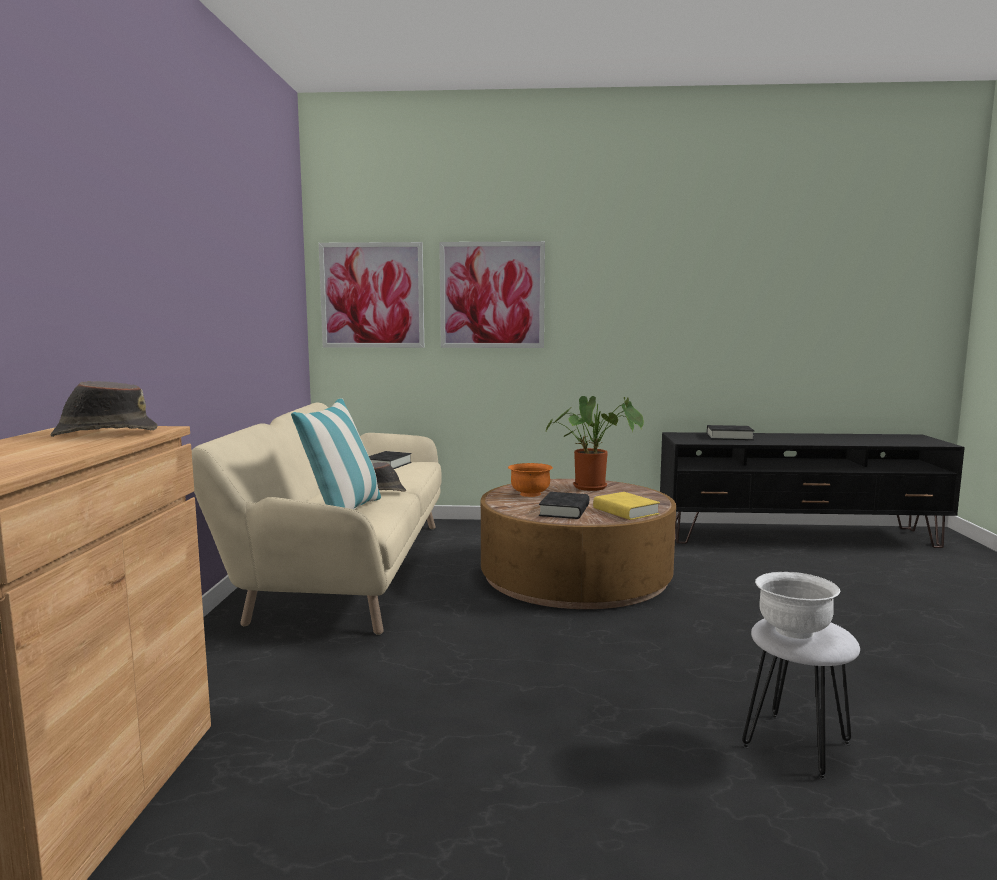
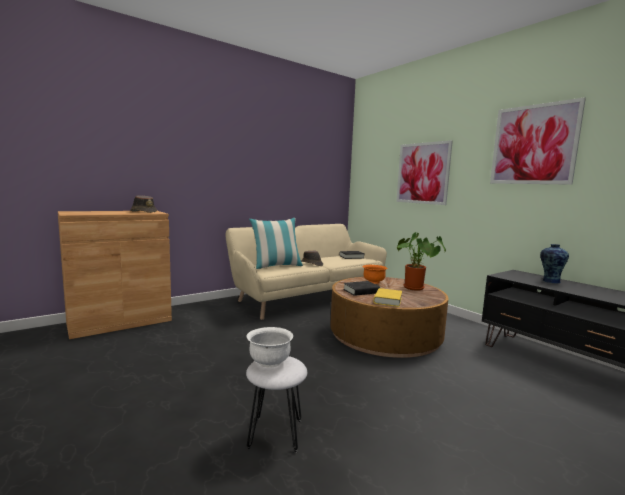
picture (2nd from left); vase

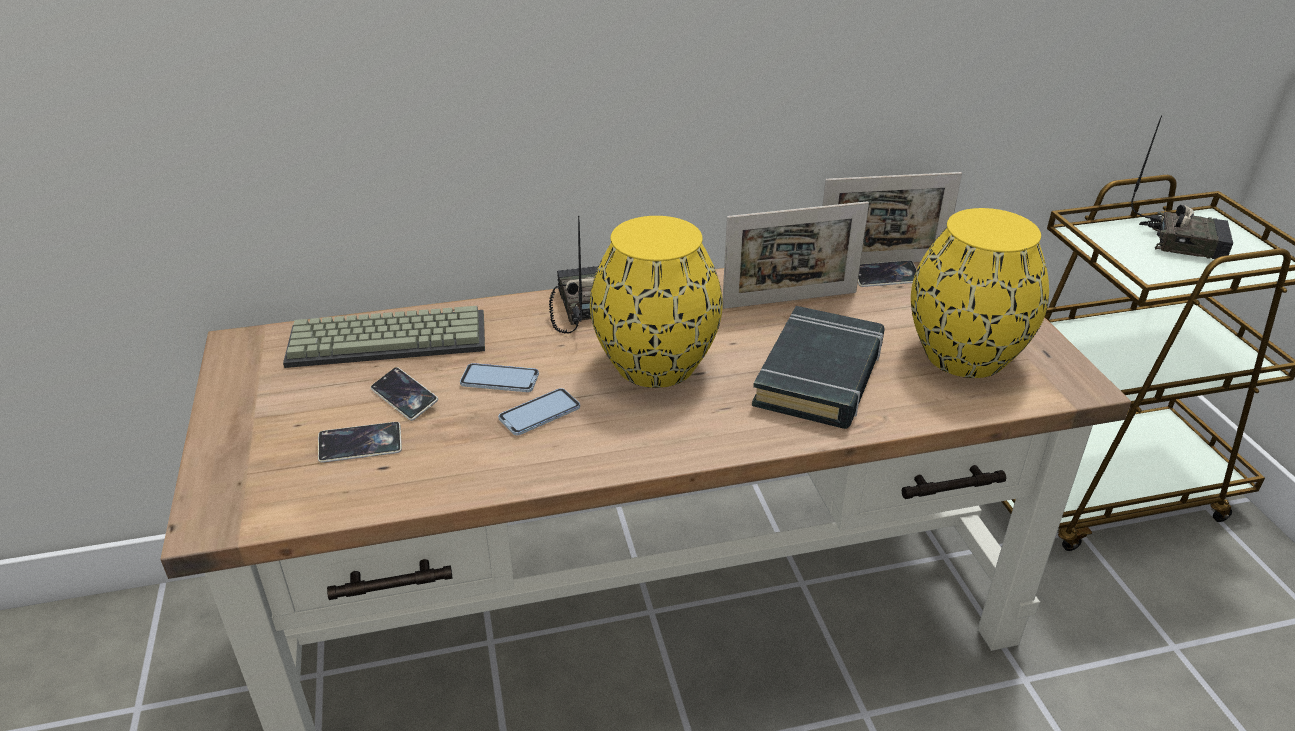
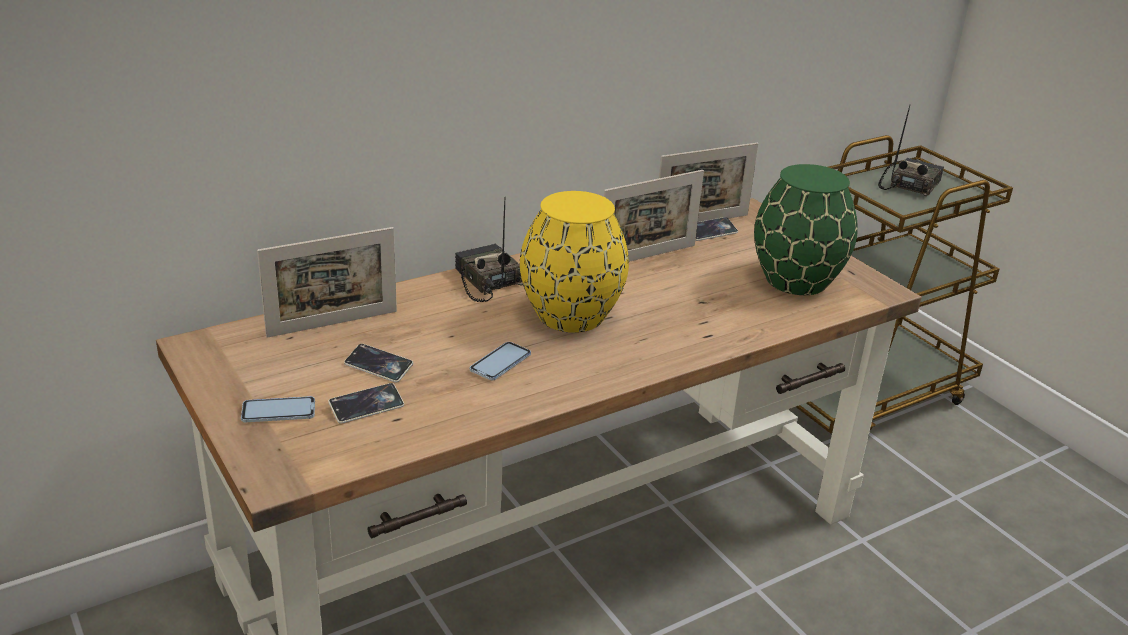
phone (1st from left); picture frame (1st from left); vase in green; radio (2nd from left); book in black

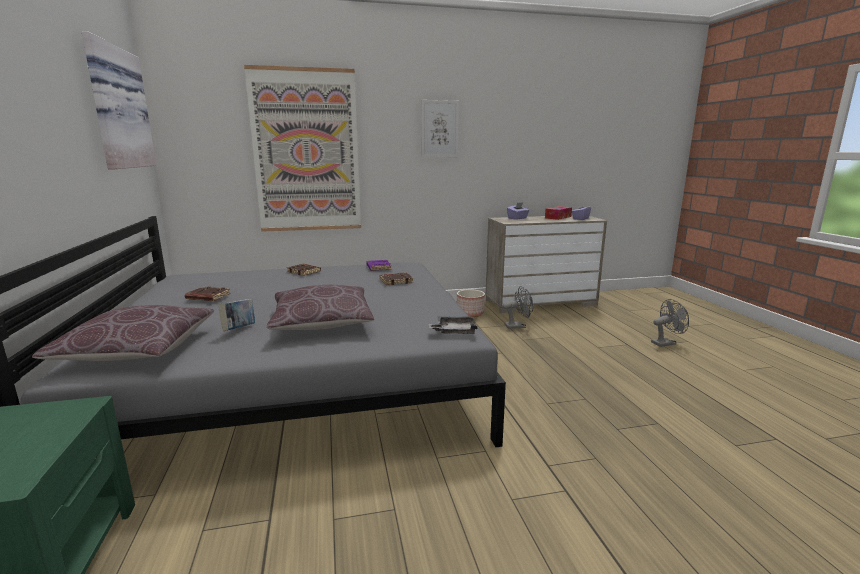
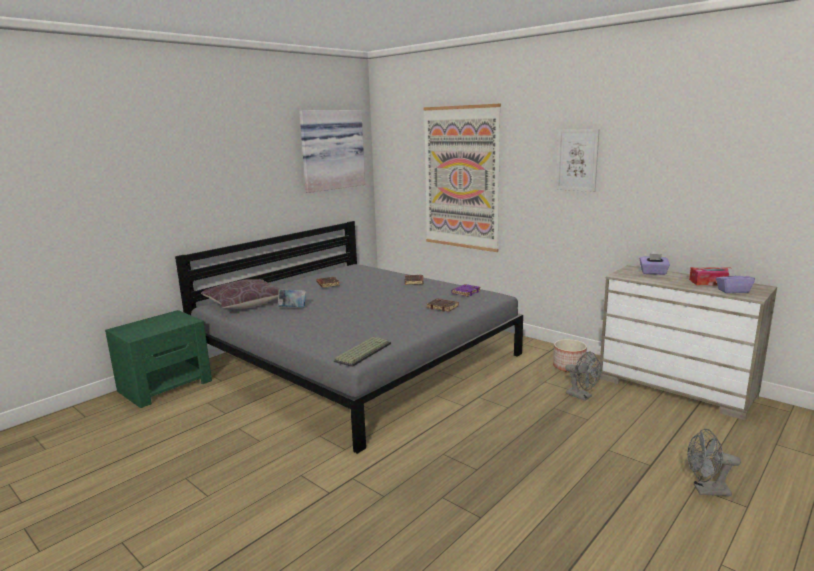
keyboard; fan in grey (2nd from left); pillow in brown (2nd from left in the first image)

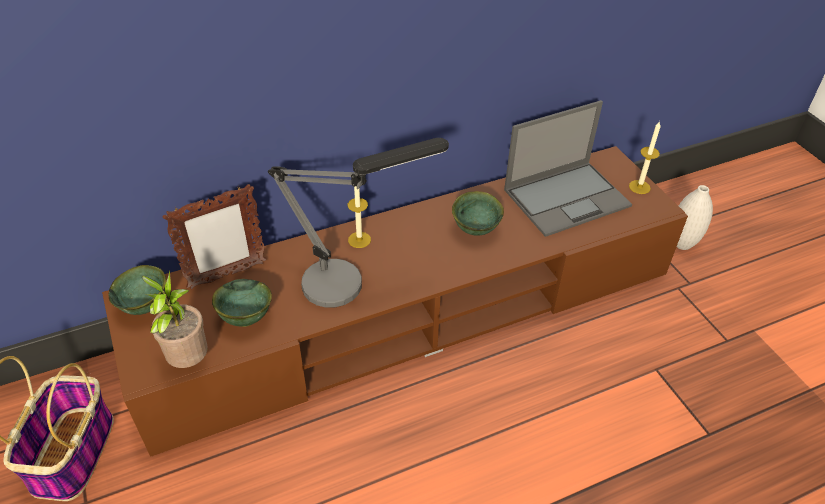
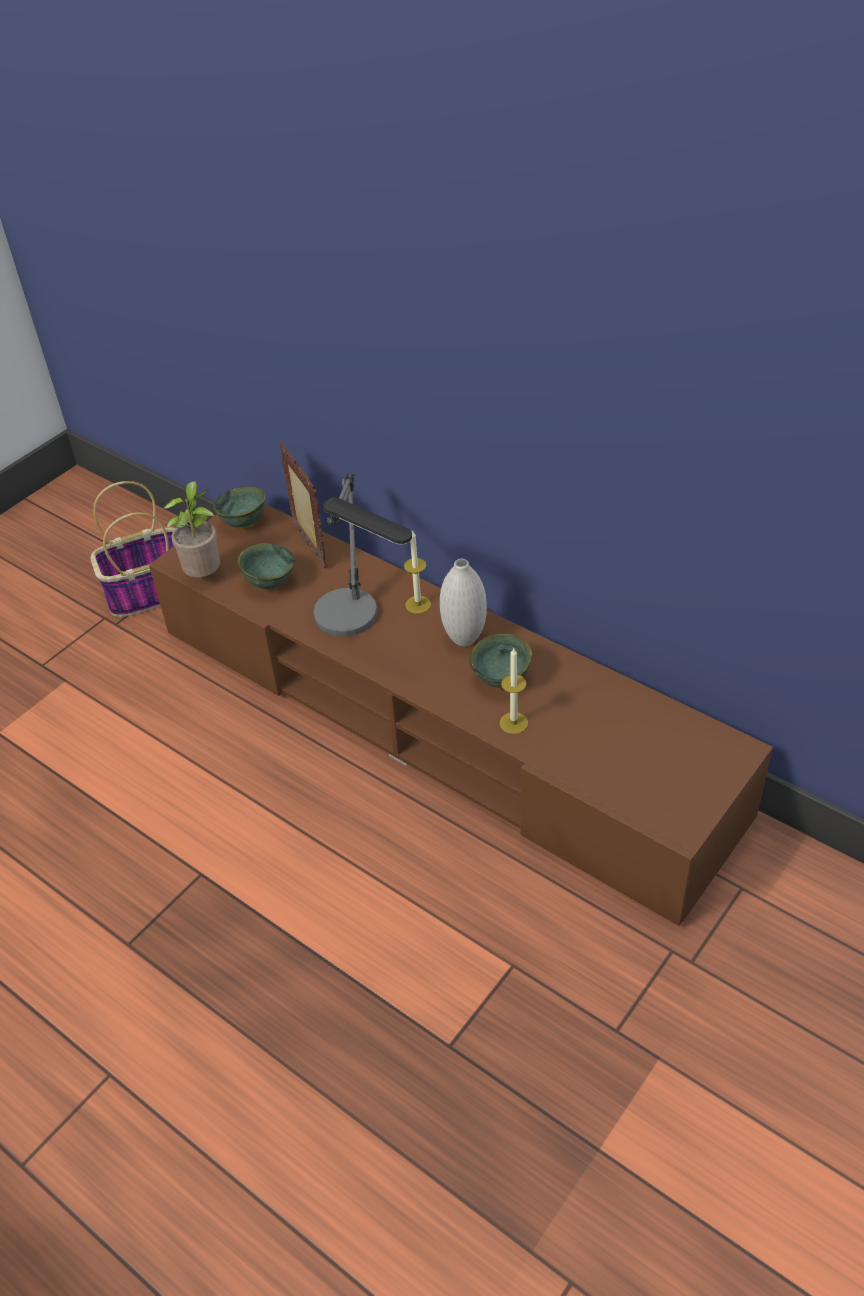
picture frame; vase in white; candle (2nd from left); laptop

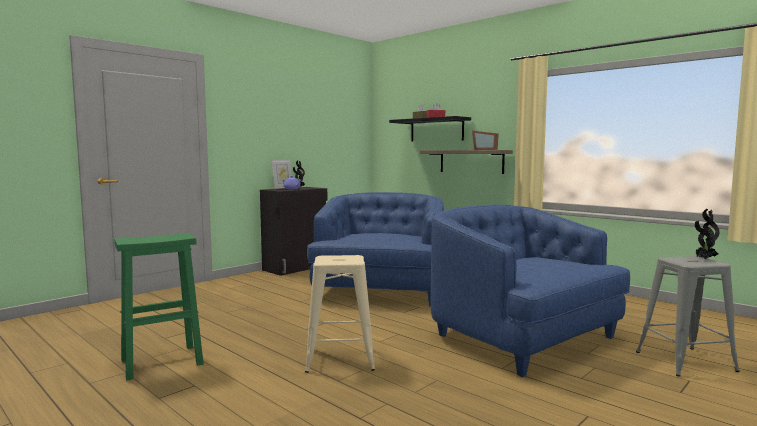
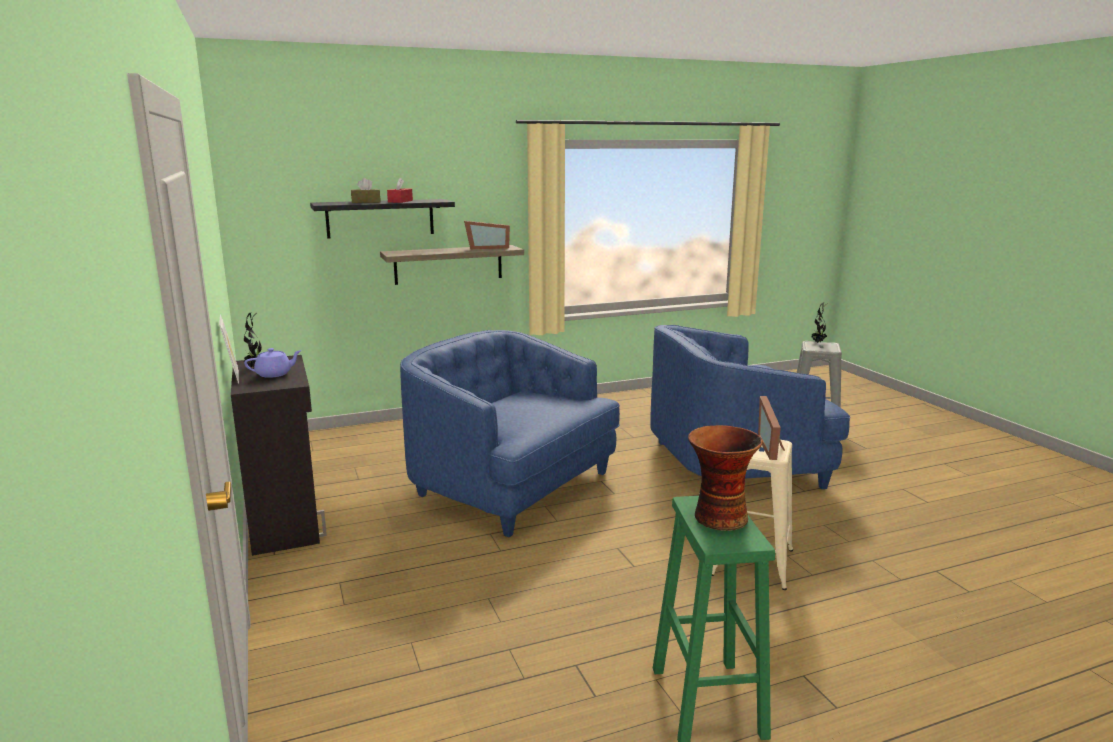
vase; picture frame (3rd from left)

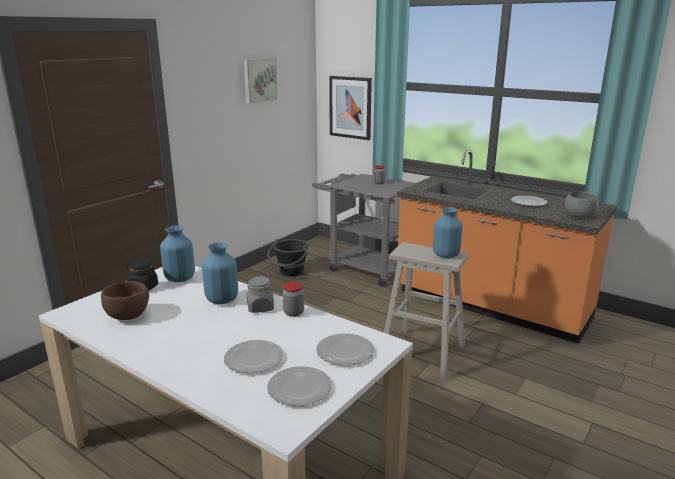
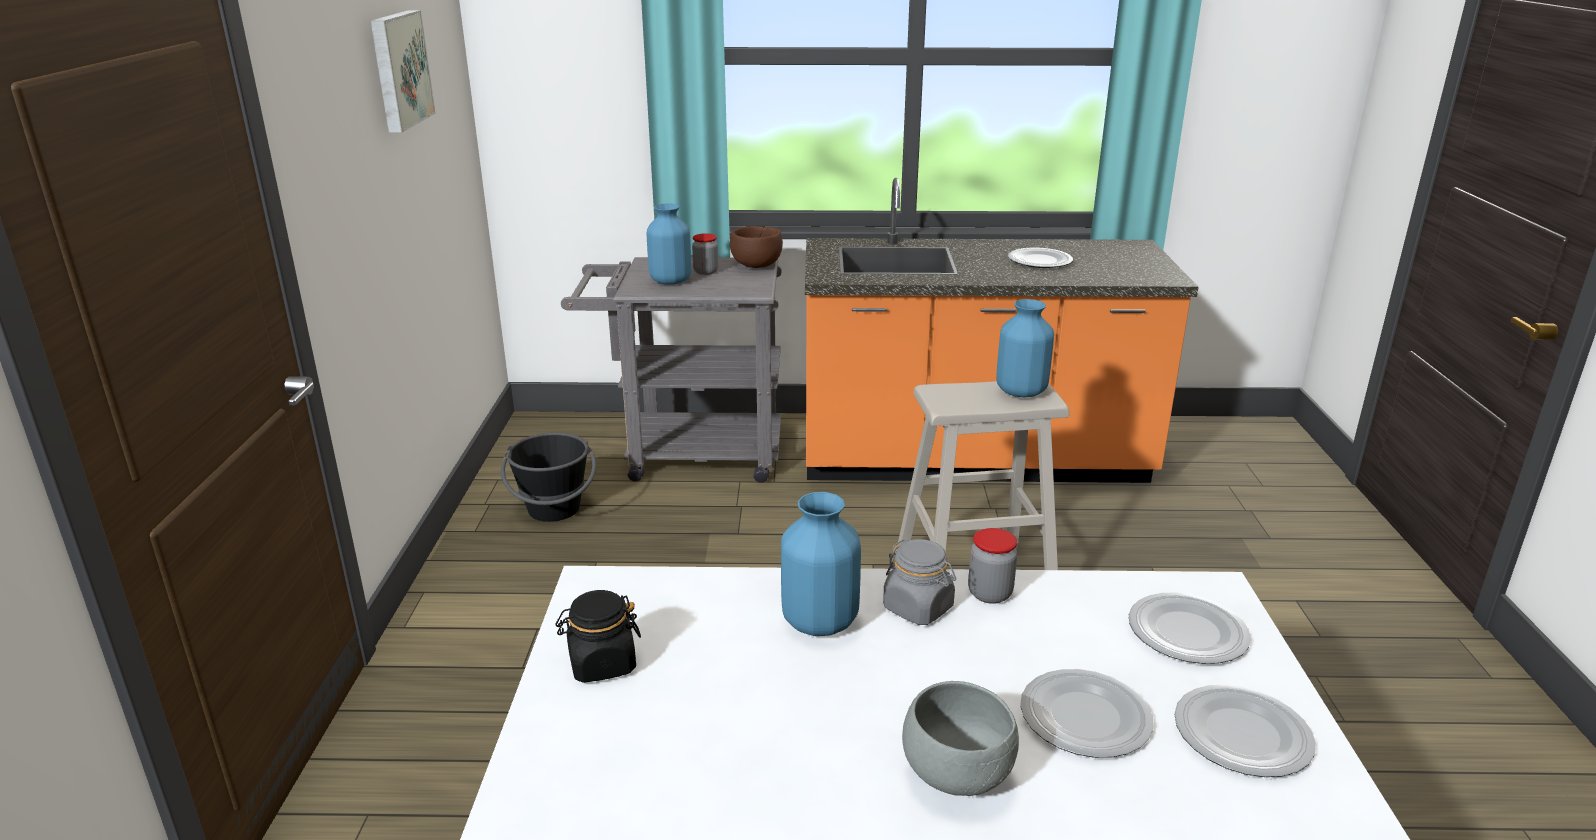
vase in blue (1st from left); bowl in brown; bowl in grey; picture (2nd from left in the first image)

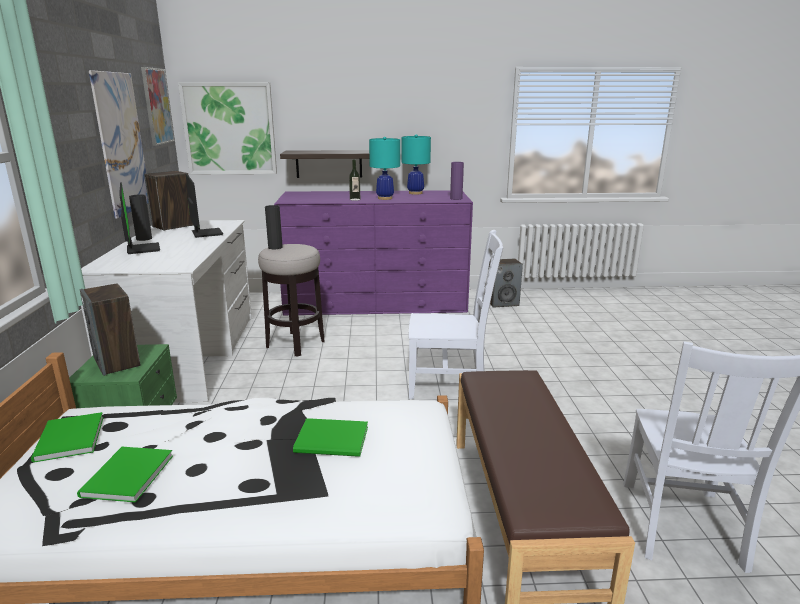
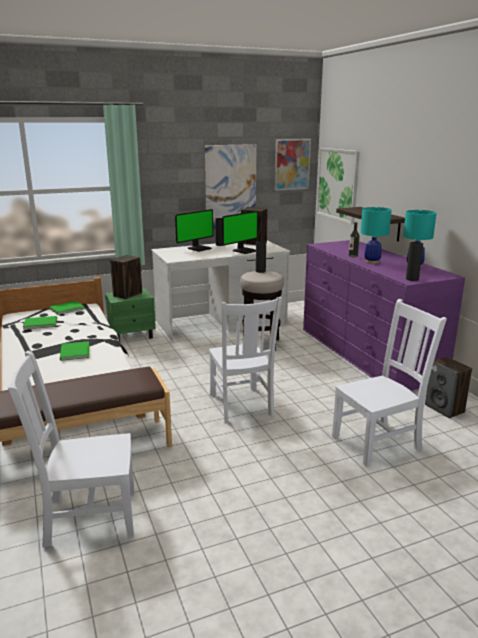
chair in white (3rd from left); vase in black (3rd from left)

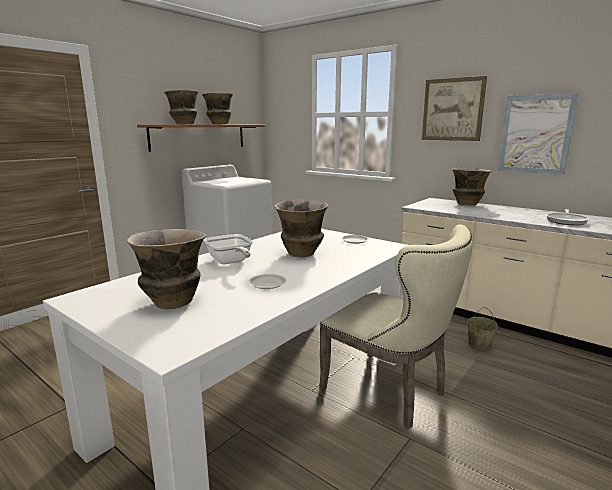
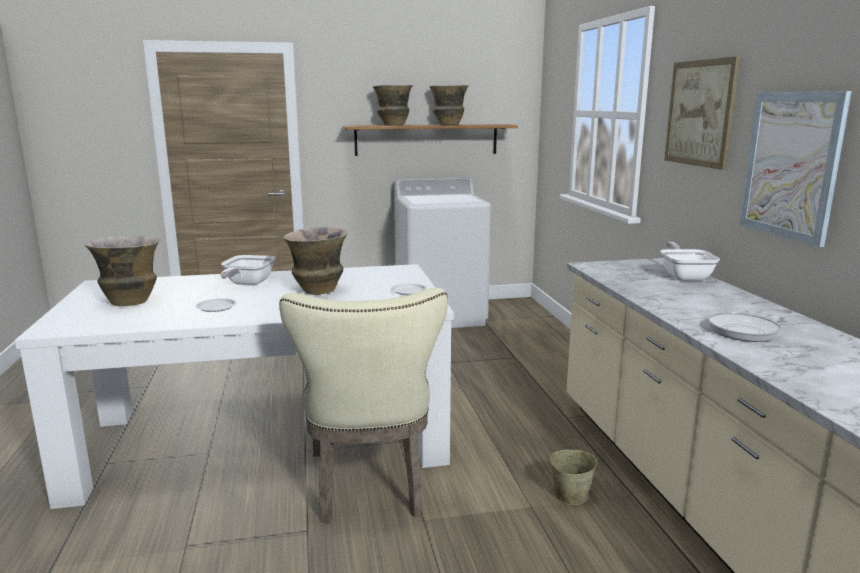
frying pan (2nd from left)

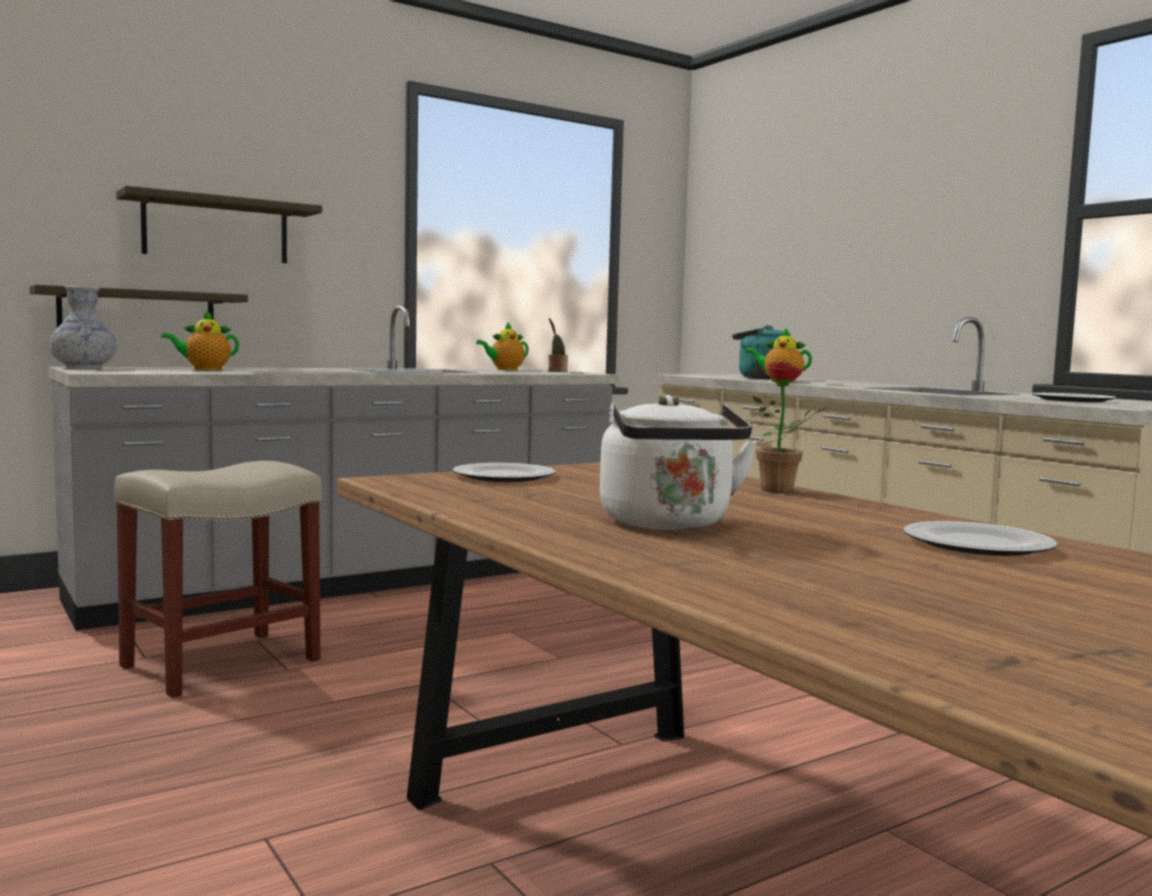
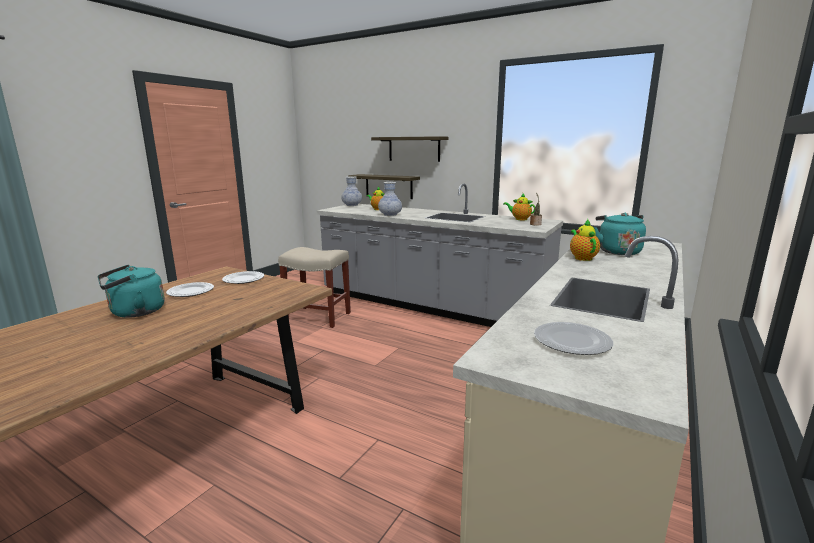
kettle in turquoise (1st from left); plate (1st from left); vase (2nd from left); potted plant (2nd from left in the first image)

